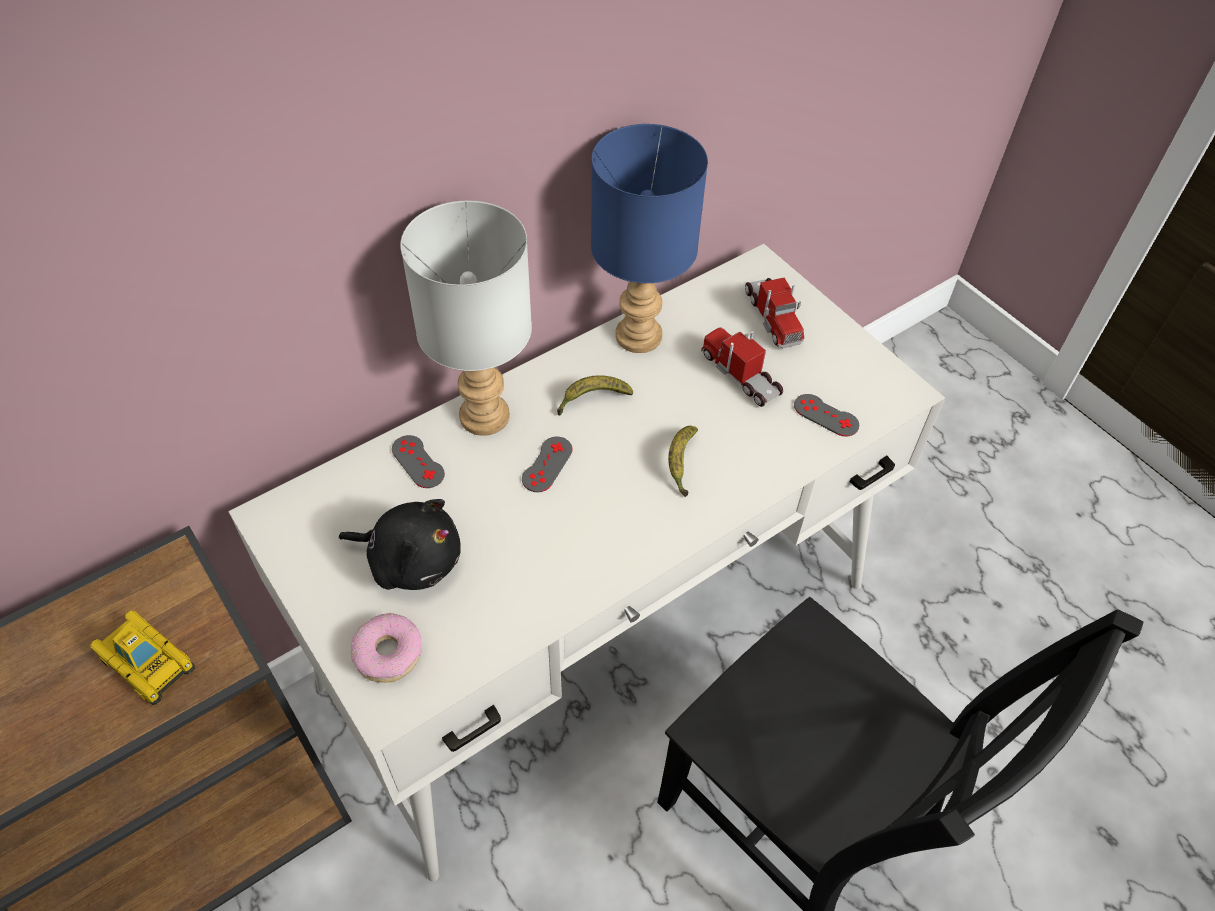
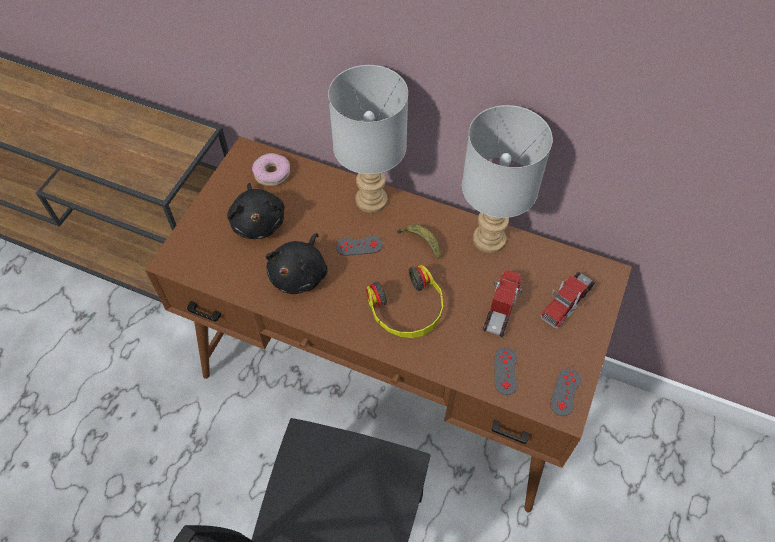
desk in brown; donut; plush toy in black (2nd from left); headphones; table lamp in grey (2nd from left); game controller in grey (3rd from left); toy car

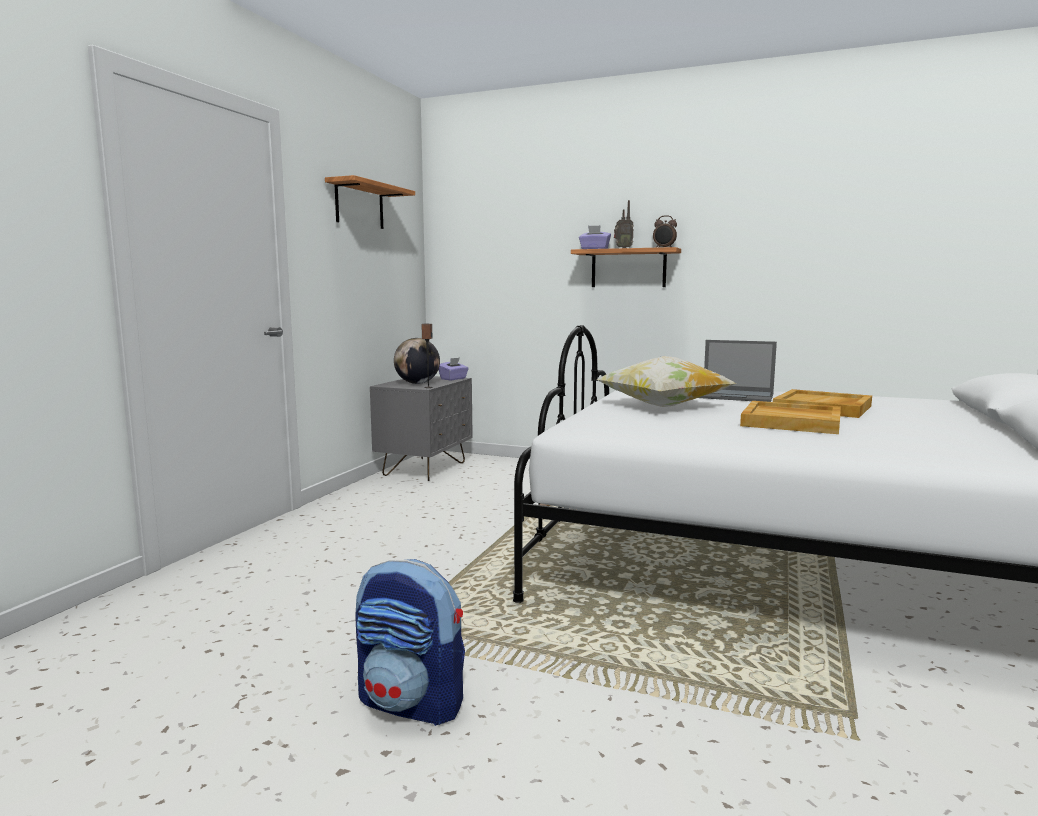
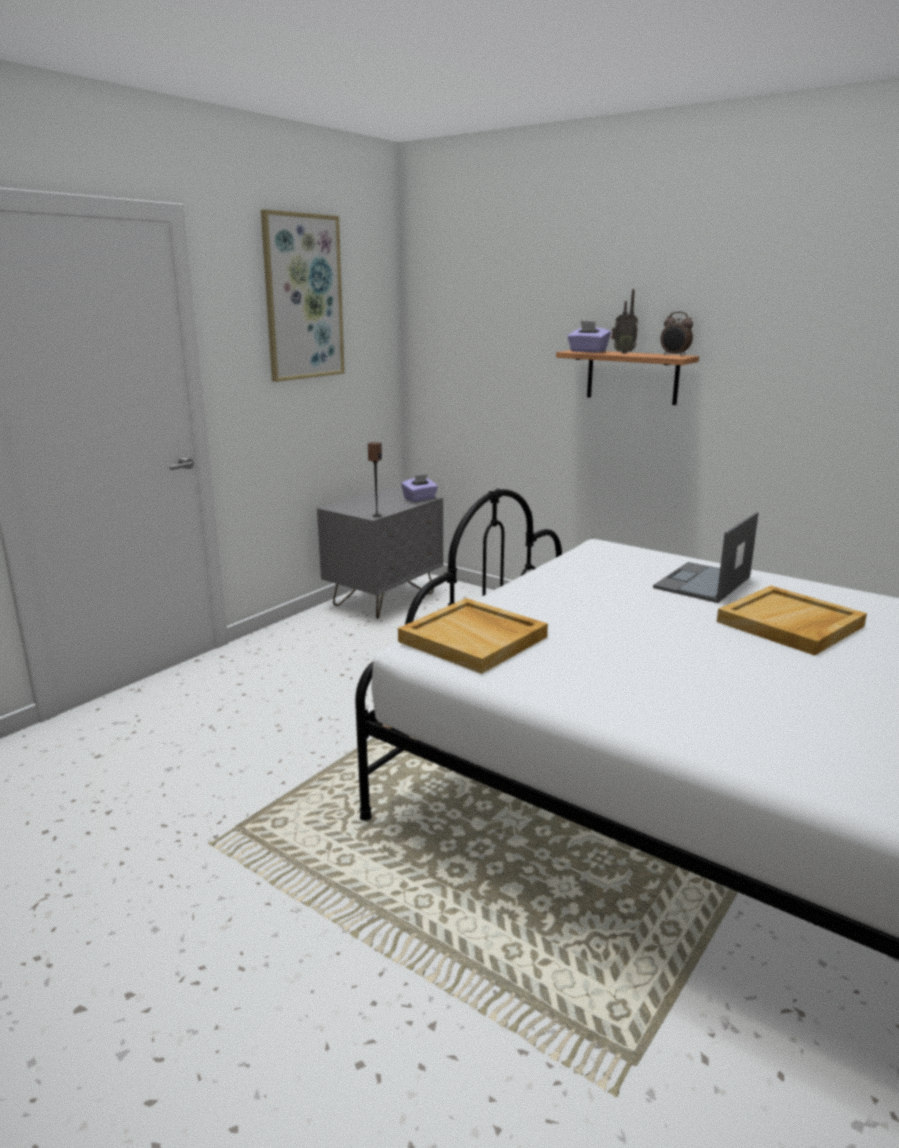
picture; tray in beige (1st from left); laptop; backpack; globe; pillow

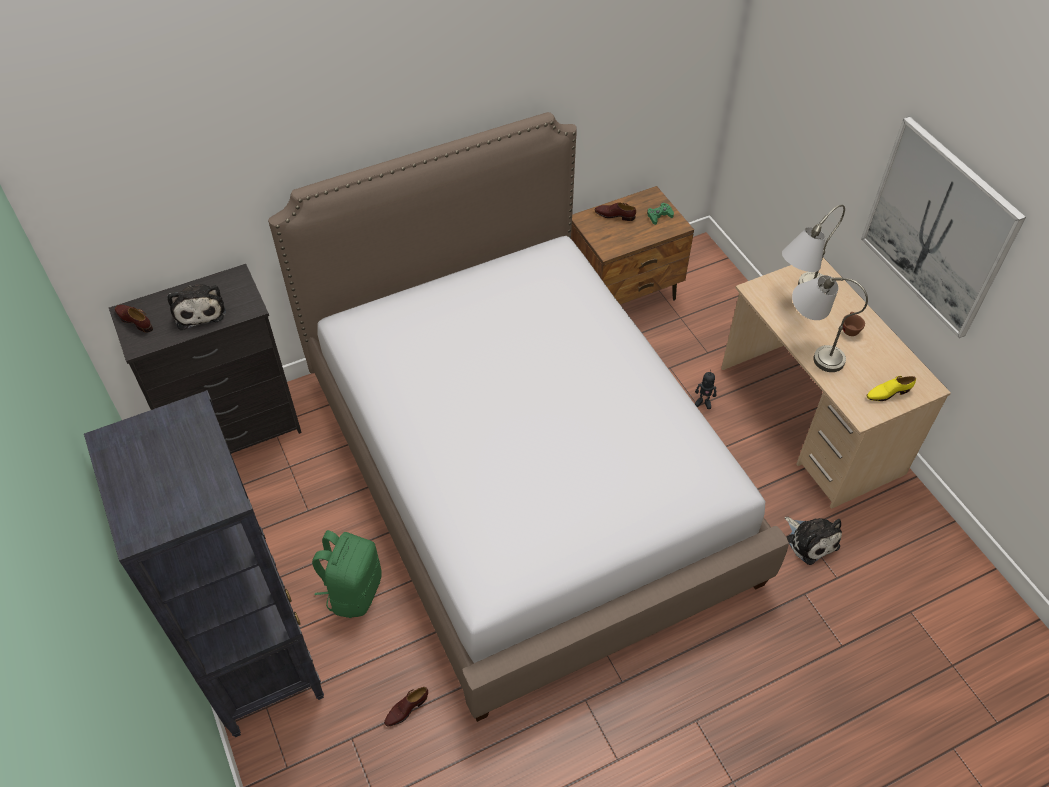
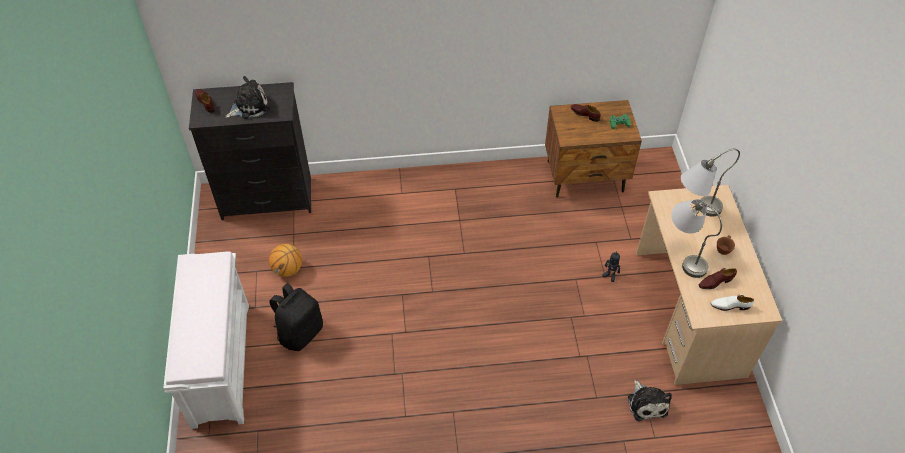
bench in white; plush toy (1st from left); basketball; backpack in black; shoe in brown (3rd from left); shoe in white; bed; picture

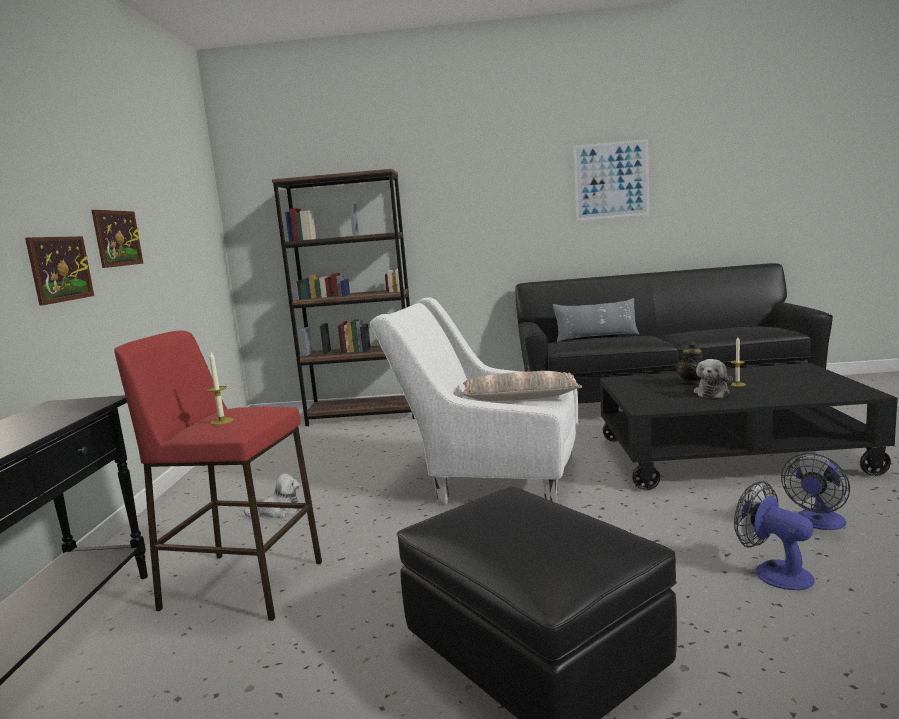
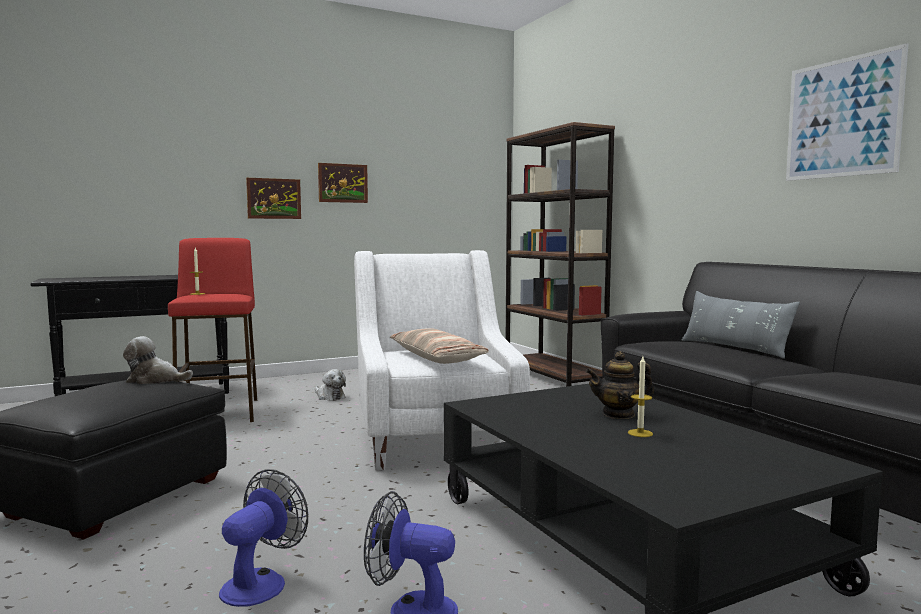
plush toy (1st from left)

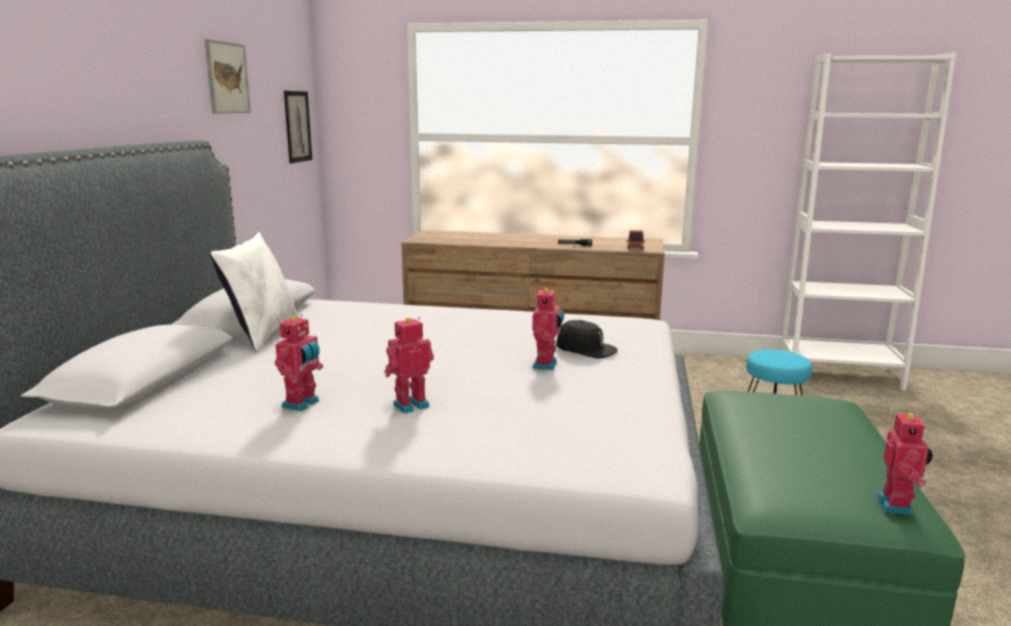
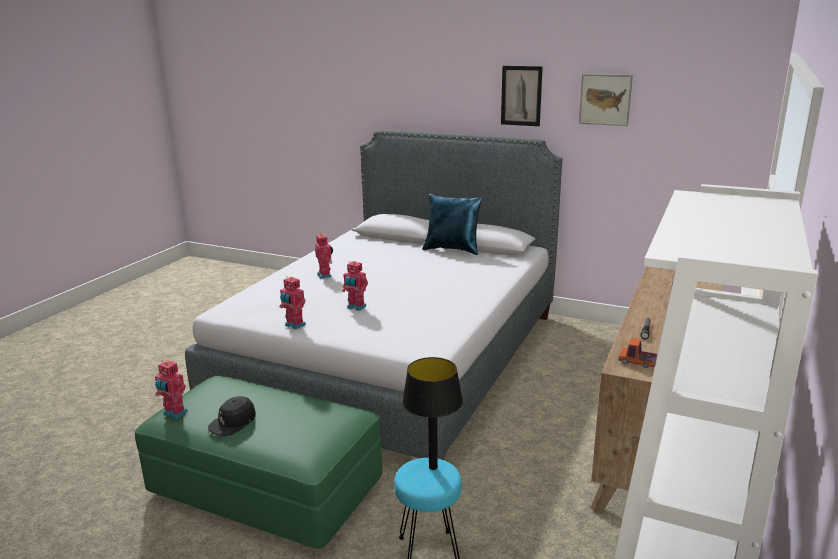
cap in black; toy robot (2nd from left); table lamp in black; pillow in blue; picture (1st from left)

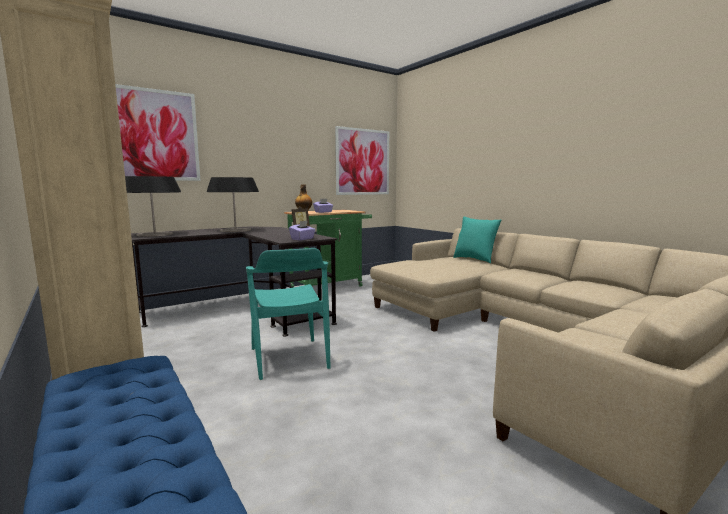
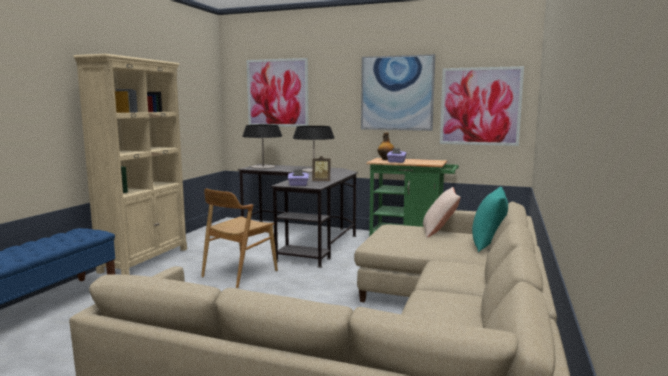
chair in brown; picture (2nd from left); pillow in beige

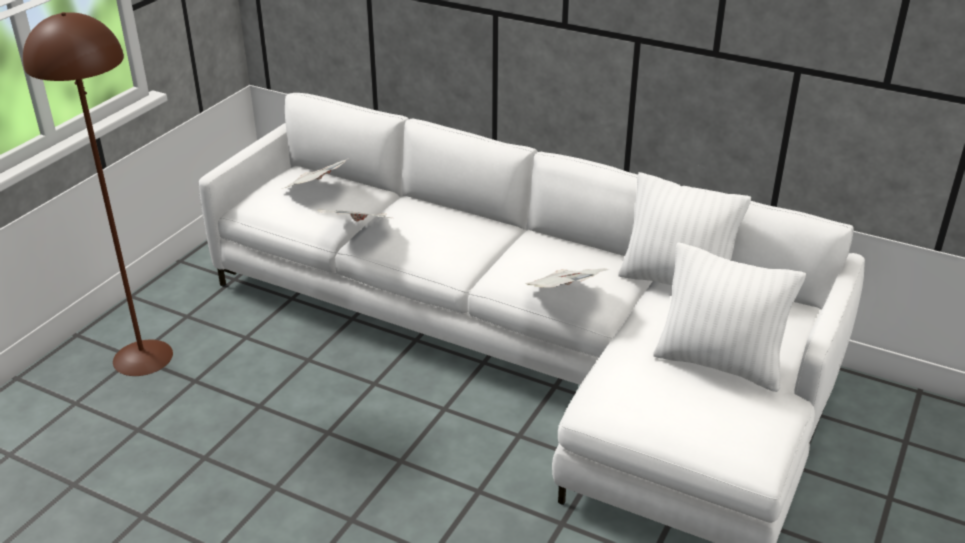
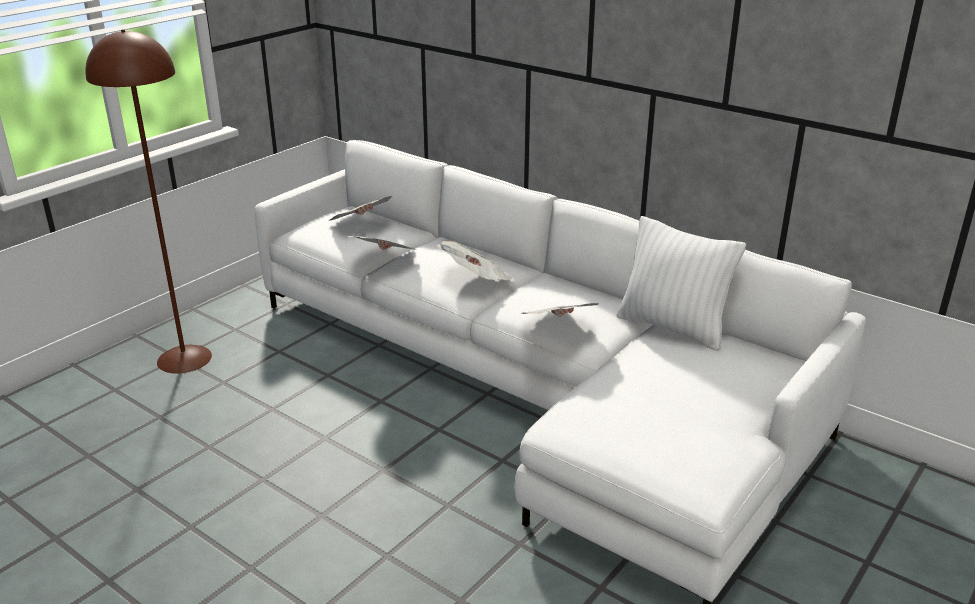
newspaper (3rd from left); pillow in white (2nd from left in the first image)

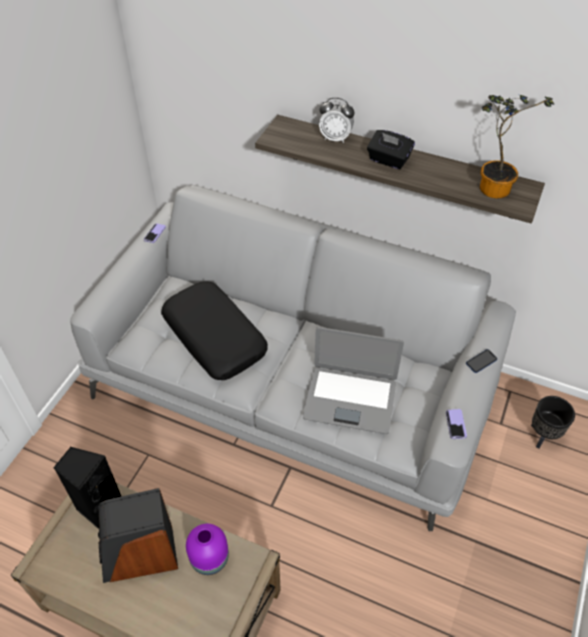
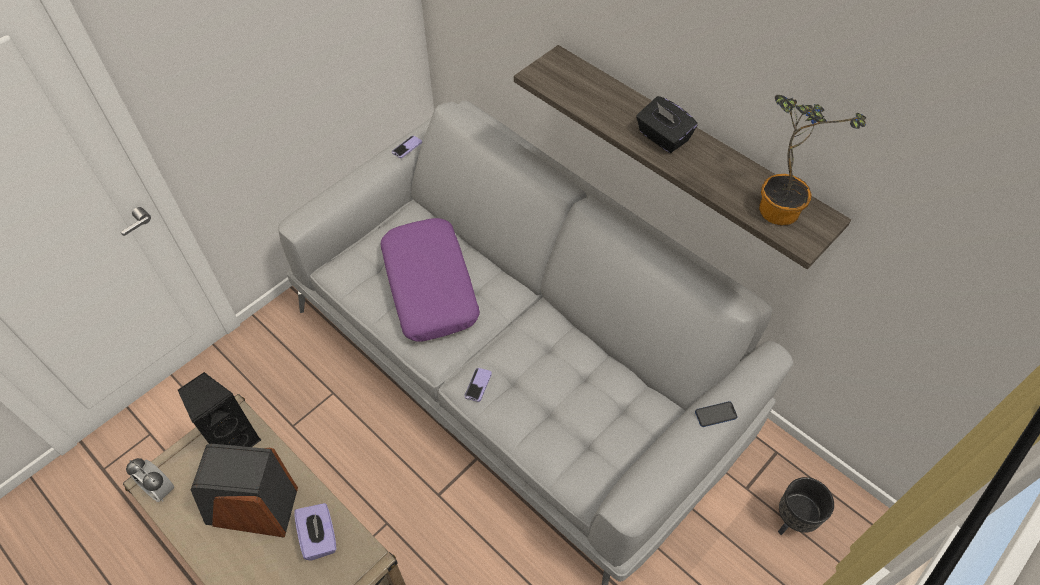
alarm clock; tissue box in purple; pillow in purple; phone (2nd from left); laptop

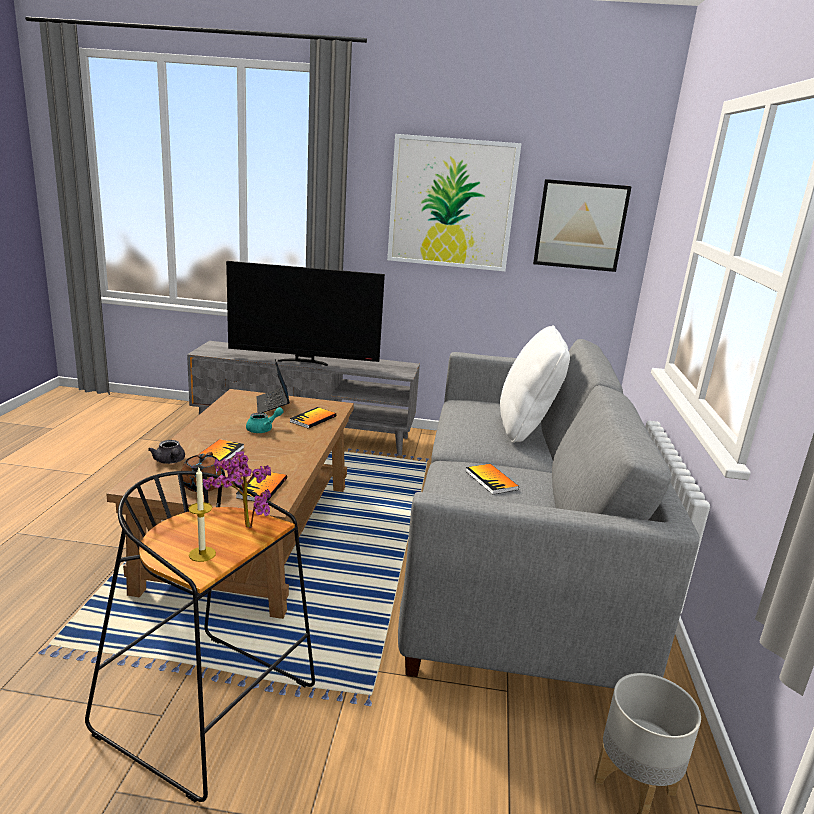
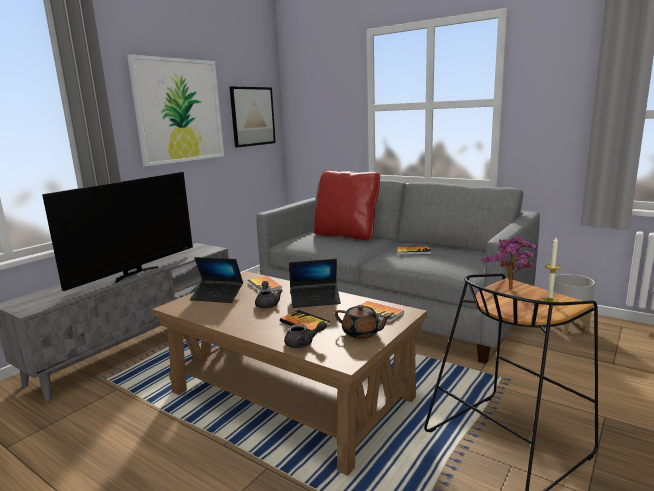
teapot in grey (1st from left); laptop (2nd from left); pillow in red

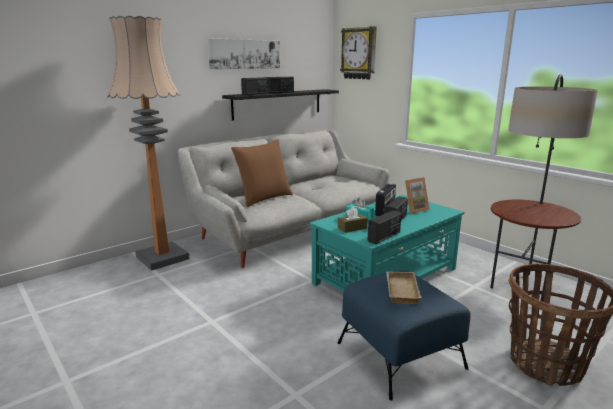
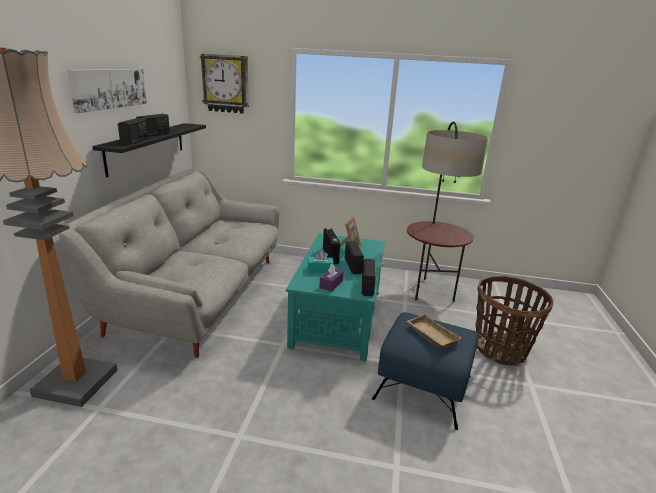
tissue box in purple; pillow in brown

